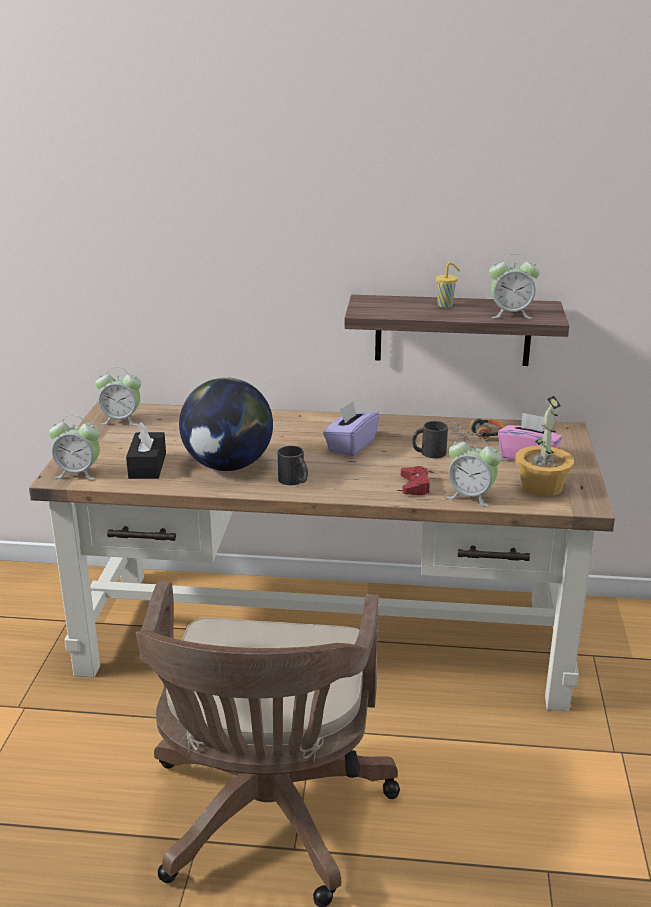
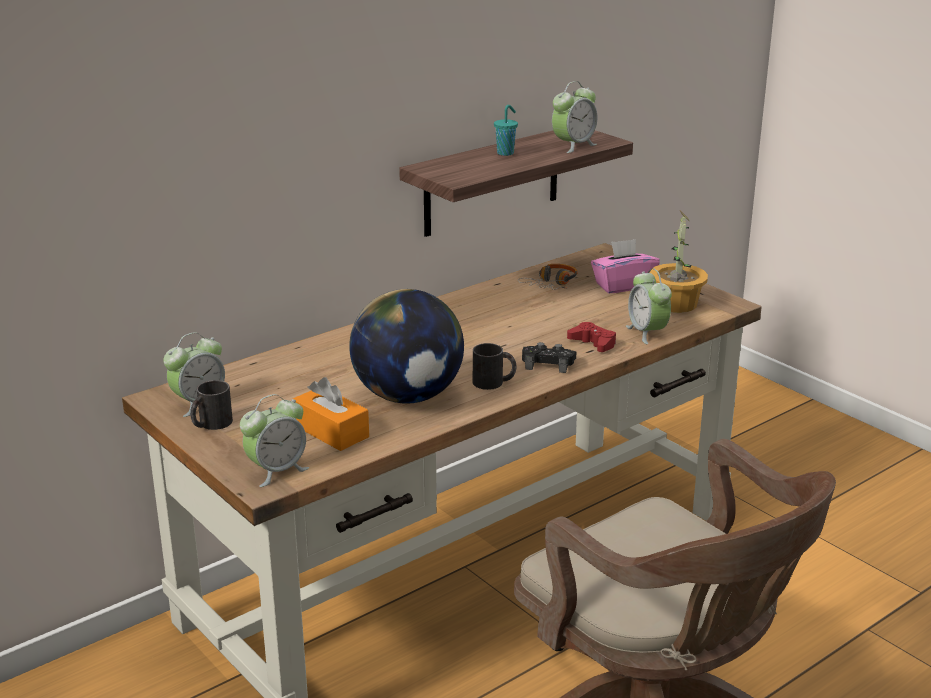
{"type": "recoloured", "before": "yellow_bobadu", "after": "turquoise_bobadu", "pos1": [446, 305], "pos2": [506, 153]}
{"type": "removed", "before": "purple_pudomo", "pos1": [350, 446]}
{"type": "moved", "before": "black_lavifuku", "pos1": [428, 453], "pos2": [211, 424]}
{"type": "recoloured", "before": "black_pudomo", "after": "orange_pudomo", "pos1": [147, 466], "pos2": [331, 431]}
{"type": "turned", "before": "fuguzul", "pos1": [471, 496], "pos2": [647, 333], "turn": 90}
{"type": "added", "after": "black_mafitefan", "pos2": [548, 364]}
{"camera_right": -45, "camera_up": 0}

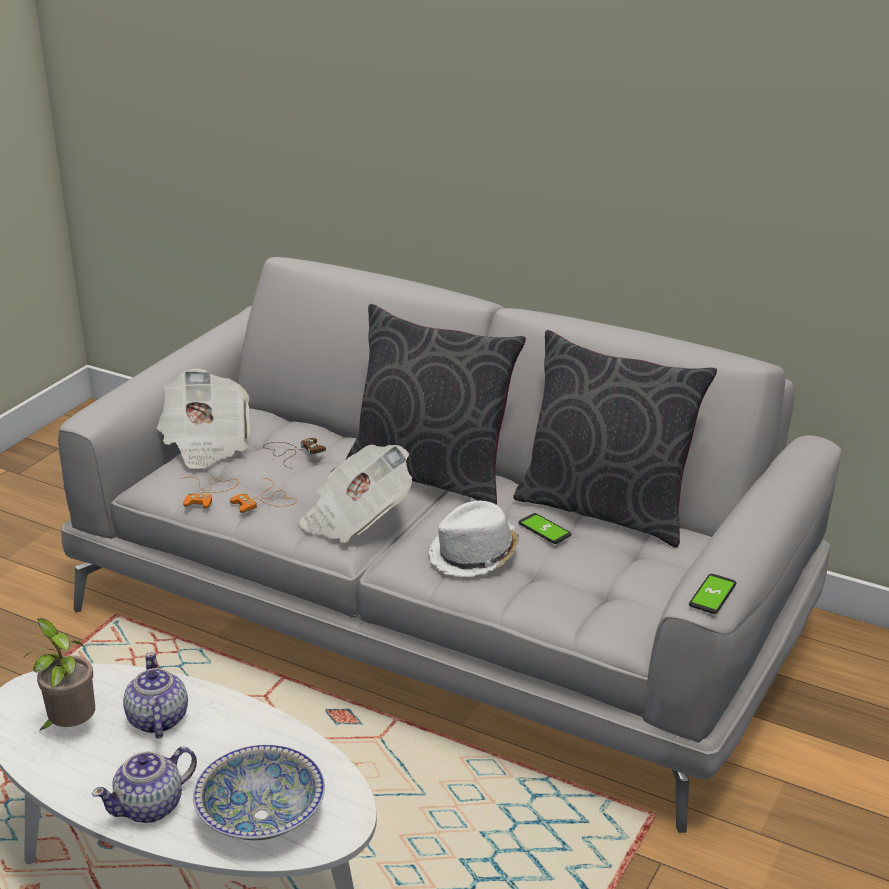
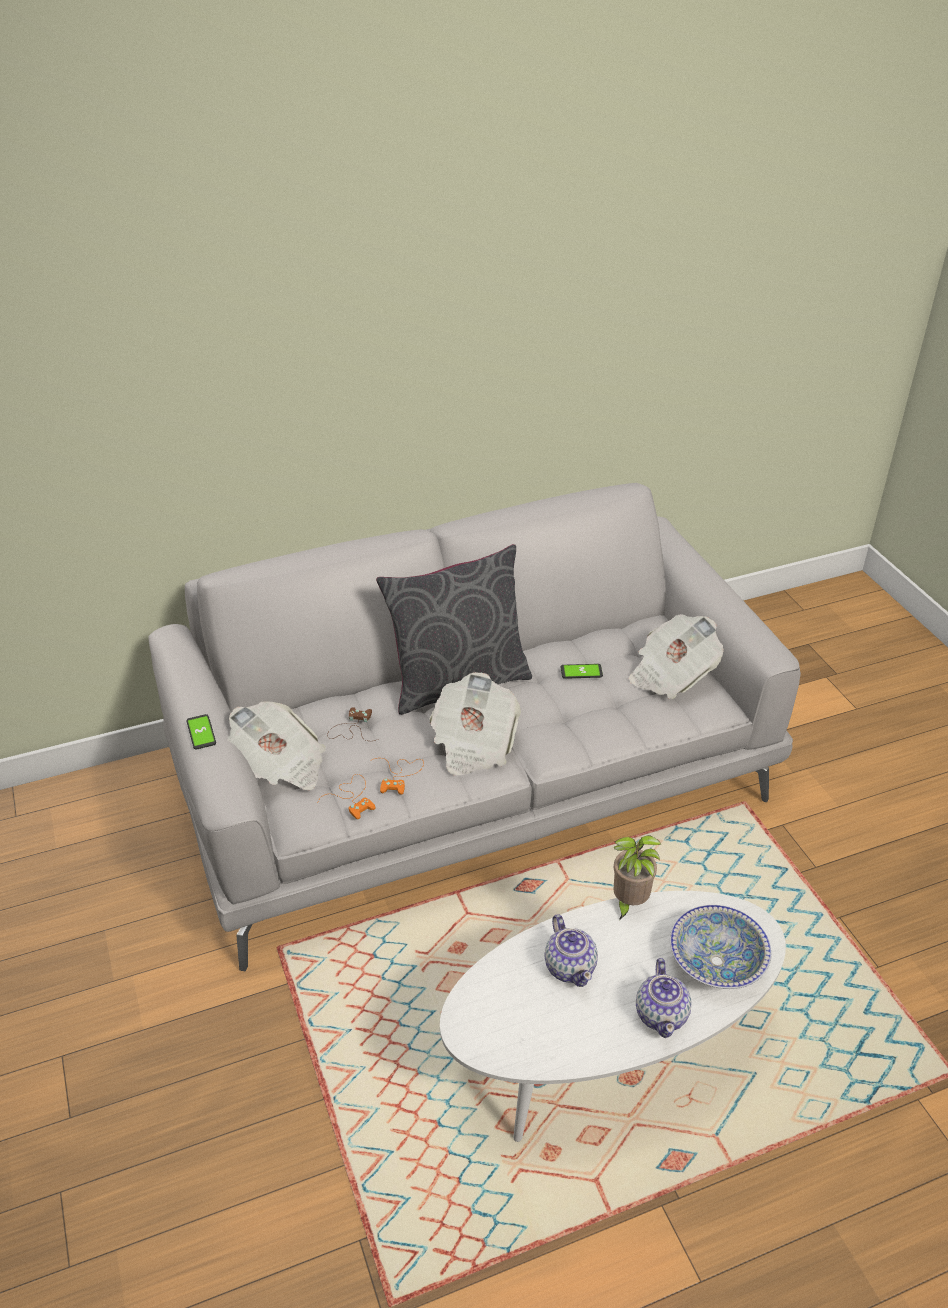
{"type": "removed", "before": "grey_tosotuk", "pos1": [605, 509]}
{"type": "removed", "before": "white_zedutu", "pos1": [474, 556]}
{"type": "moved", "before": "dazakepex", "pos1": [712, 595], "pos2": [201, 732]}
{"type": "moved", "before": "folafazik", "pos1": [70, 727], "pos2": [628, 903]}
{"type": "turned", "before": "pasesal", "pos1": [157, 720], "pos2": [570, 966], "turn": -135}
{"type": "added", "after": "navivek", "pos2": [671, 674]}
{"camera_right": -50, "camera_up": 10}

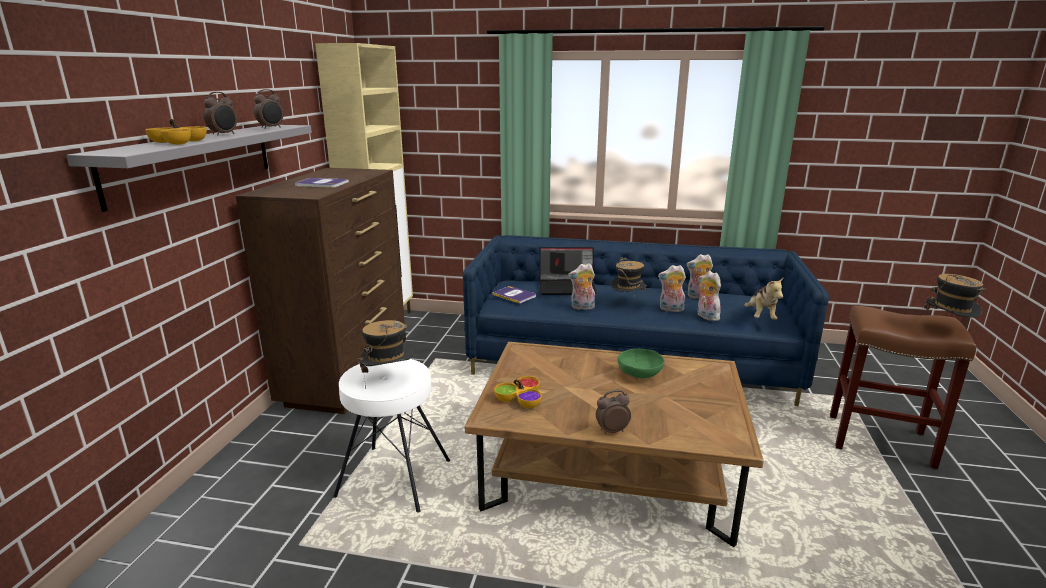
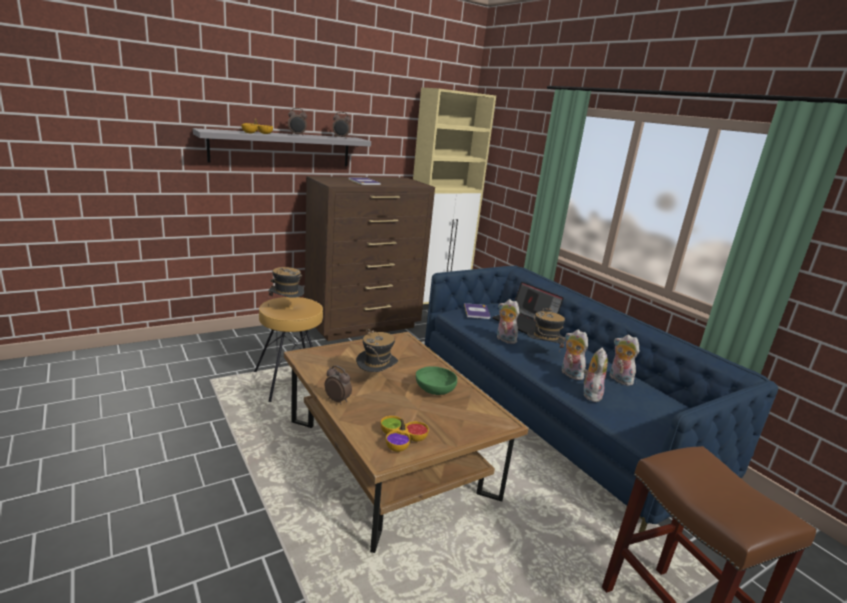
{"type": "moved", "before": "zedutu", "pos1": [946, 329], "pos2": [375, 380]}
{"type": "removed", "before": "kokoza", "pos1": [760, 316]}
{"type": "recoloured", "before": "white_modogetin", "after": "brown_modogetin", "pos1": [394, 478], "pos2": [290, 381]}
{"type": "moved", "before": "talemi", "pos1": [521, 399], "pos2": [401, 439]}
{"camera_right": 45, "camera_up": 0}

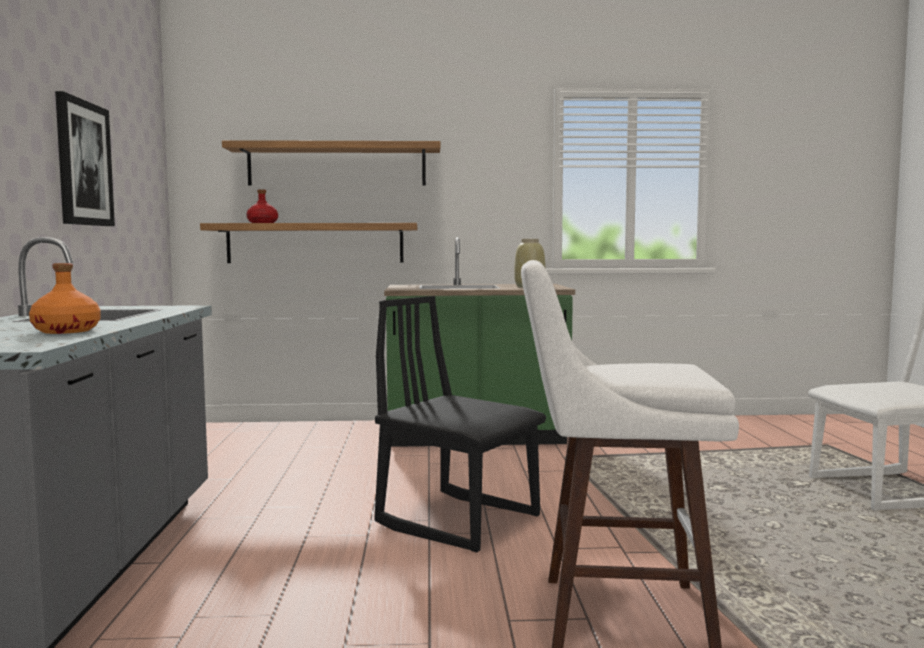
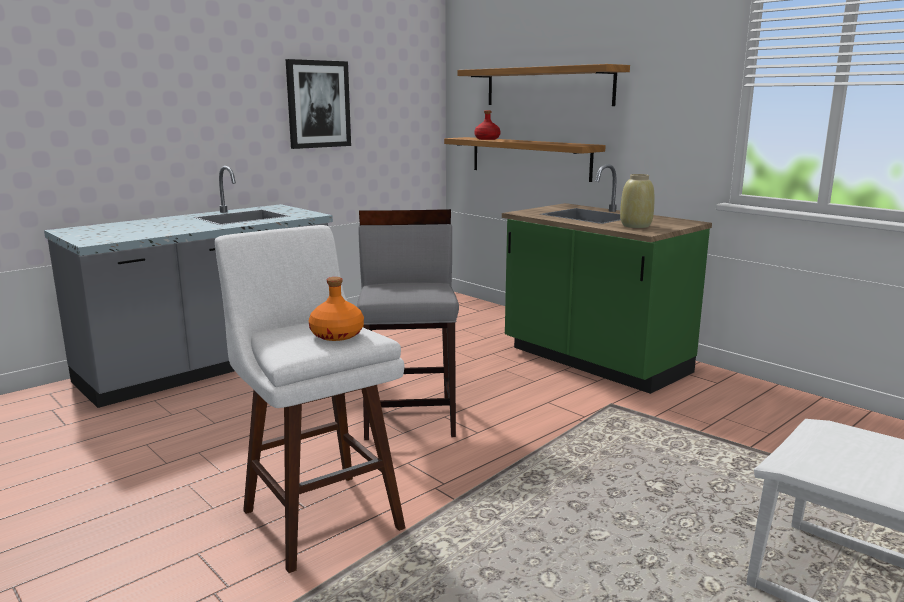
{"type": "moved", "before": "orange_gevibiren", "pos1": [66, 331], "pos2": [337, 335]}
{"type": "replaced", "before": "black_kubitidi", "after": "grey_modogetin", "pos1": [459, 520], "pos2": [410, 417]}
{"camera_right": 50, "camera_up": 10}

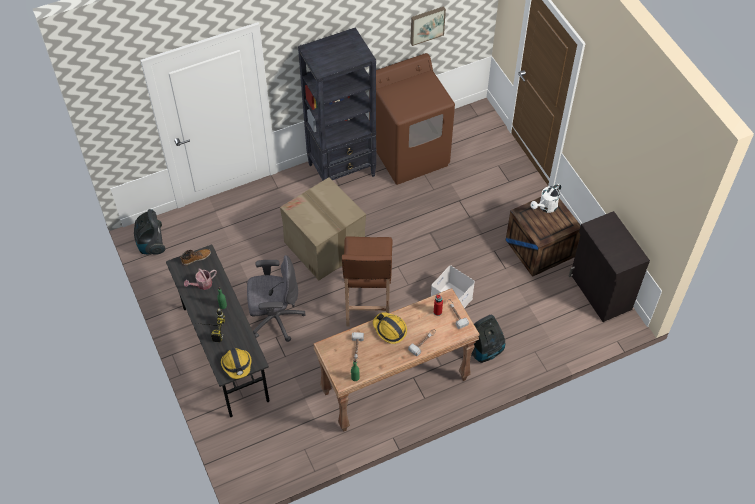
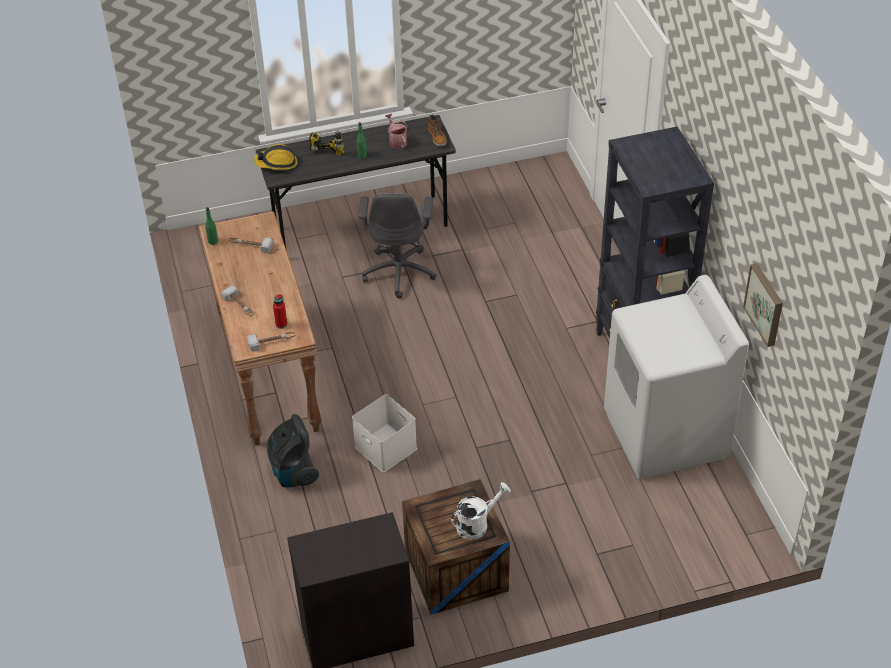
{"type": "recoloured", "before": "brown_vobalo", "after": "white_vobalo", "pos1": [410, 154], "pos2": [665, 435]}
{"type": "removed", "before": "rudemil", "pos1": [325, 246]}
{"type": "turned", "before": "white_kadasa", "pos1": [545, 207], "pos2": [477, 524], "turn": 90}
{"type": "removed", "before": "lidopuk", "pos1": [151, 244]}
{"type": "removed", "before": "brown_modogetin", "pos1": [368, 304]}
{"type": "removed", "before": "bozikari", "pos1": [389, 329]}
{"camera_right": 100, "camera_up": -10}

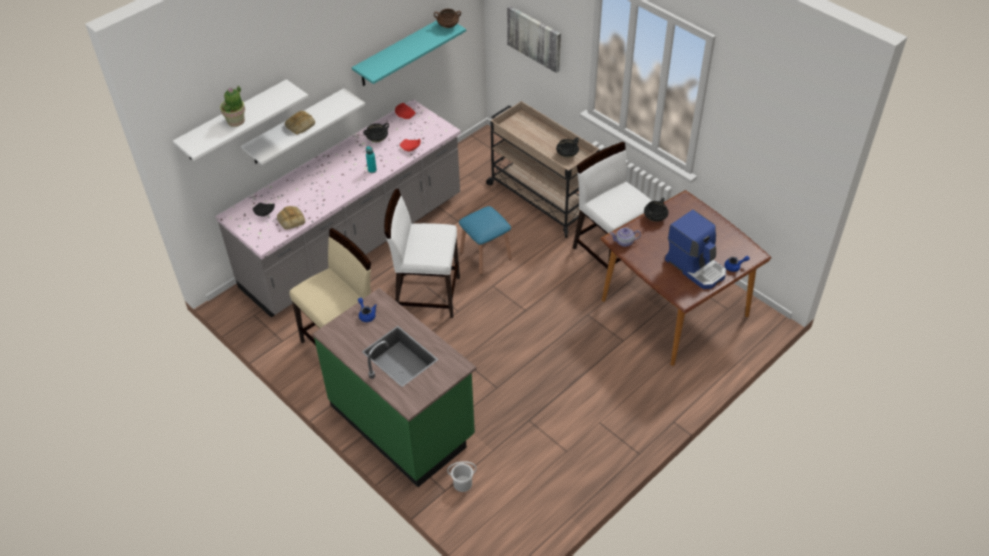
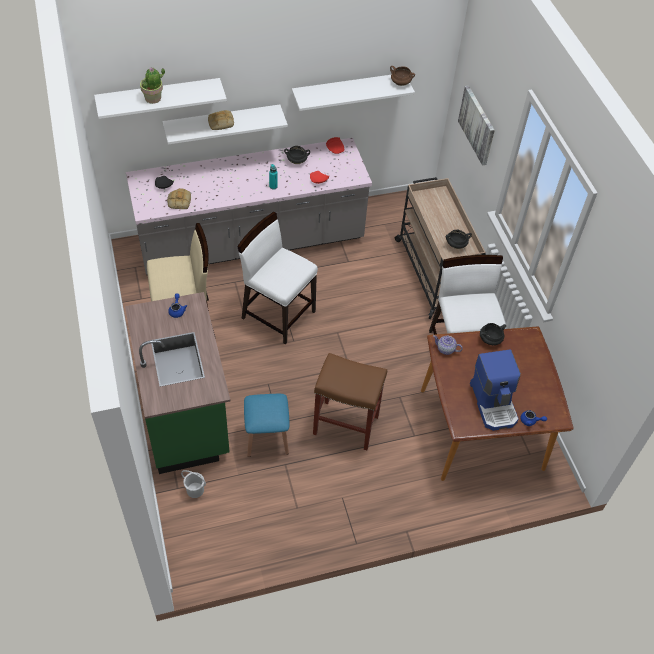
{"type": "recoloured", "before": "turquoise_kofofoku", "after": "white_kofofoku", "pos1": [400, 52], "pos2": [348, 91]}
{"type": "moved", "before": "blue_modogetin", "pos1": [485, 256], "pos2": [267, 438]}
{"type": "added", "after": "brown_modogetin", "pos2": [345, 425]}
{"camera_right": 25, "camera_up": 5}

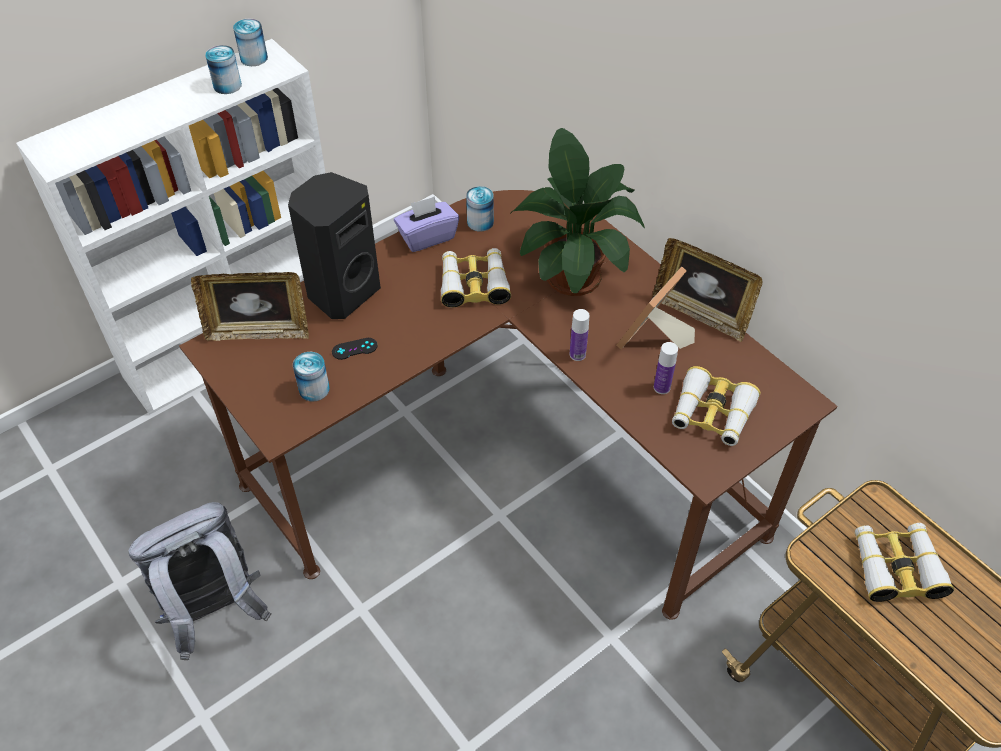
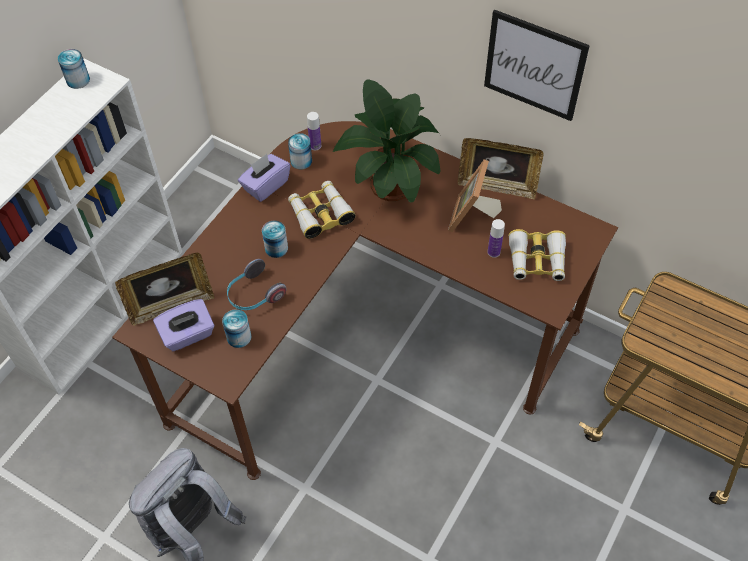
{"type": "moved", "before": "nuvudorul", "pos1": [227, 85], "pos2": [276, 248]}
{"type": "removed", "before": "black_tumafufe", "pos1": [342, 292]}
{"type": "moved", "before": "gevibiren", "pos1": [577, 354], "pos2": [315, 146]}
{"type": "replaced", "before": "black_mafitefan", "after": "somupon", "pos1": [354, 349], "pos2": [254, 295]}
{"type": "removed", "before": "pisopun", "pos1": [896, 567]}
{"type": "added", "after": "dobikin", "pos2": [534, 65]}
{"type": "added", "after": "purple_pudomo", "pos2": [188, 335]}
{"camera_right": -20, "camera_up": 5}

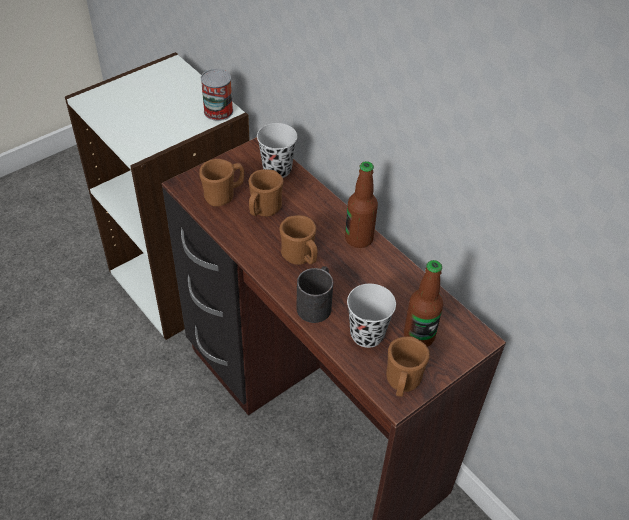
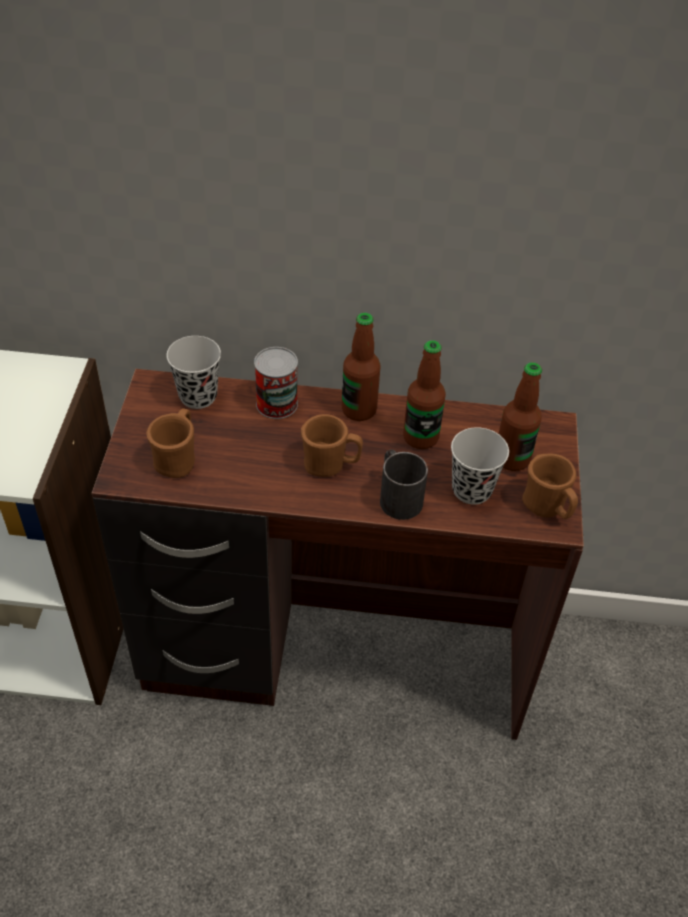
{"type": "moved", "before": "nuvudorul", "pos1": [218, 111], "pos2": [277, 404]}
{"type": "removed", "before": "brown_lavifuku", "pos1": [263, 210]}
{"type": "added", "after": "gevibiren", "pos2": [420, 437]}
{"camera_right": -45, "camera_up": 0}

